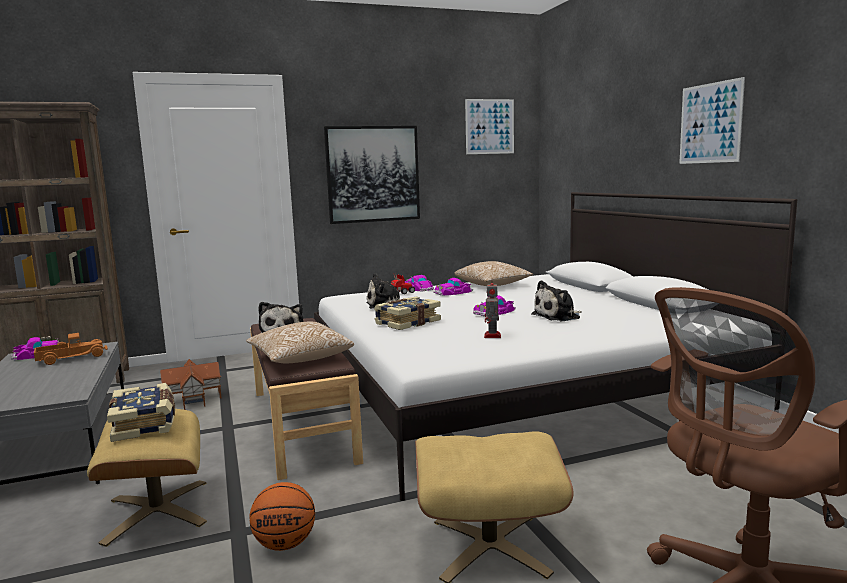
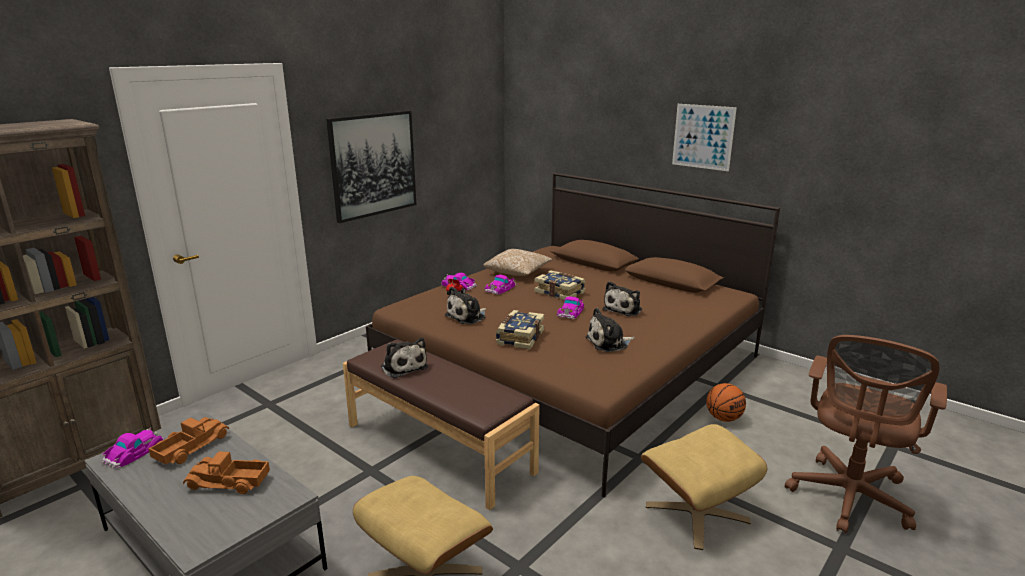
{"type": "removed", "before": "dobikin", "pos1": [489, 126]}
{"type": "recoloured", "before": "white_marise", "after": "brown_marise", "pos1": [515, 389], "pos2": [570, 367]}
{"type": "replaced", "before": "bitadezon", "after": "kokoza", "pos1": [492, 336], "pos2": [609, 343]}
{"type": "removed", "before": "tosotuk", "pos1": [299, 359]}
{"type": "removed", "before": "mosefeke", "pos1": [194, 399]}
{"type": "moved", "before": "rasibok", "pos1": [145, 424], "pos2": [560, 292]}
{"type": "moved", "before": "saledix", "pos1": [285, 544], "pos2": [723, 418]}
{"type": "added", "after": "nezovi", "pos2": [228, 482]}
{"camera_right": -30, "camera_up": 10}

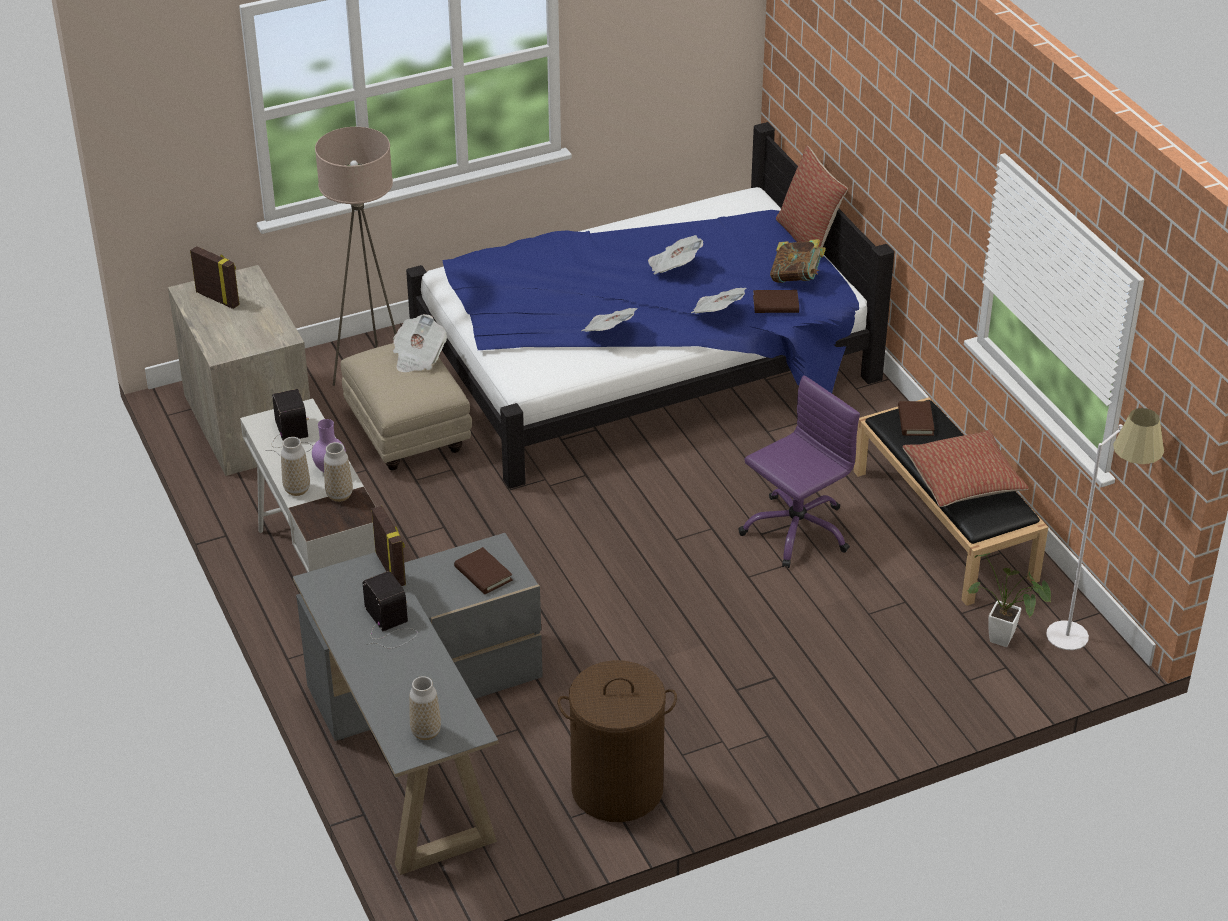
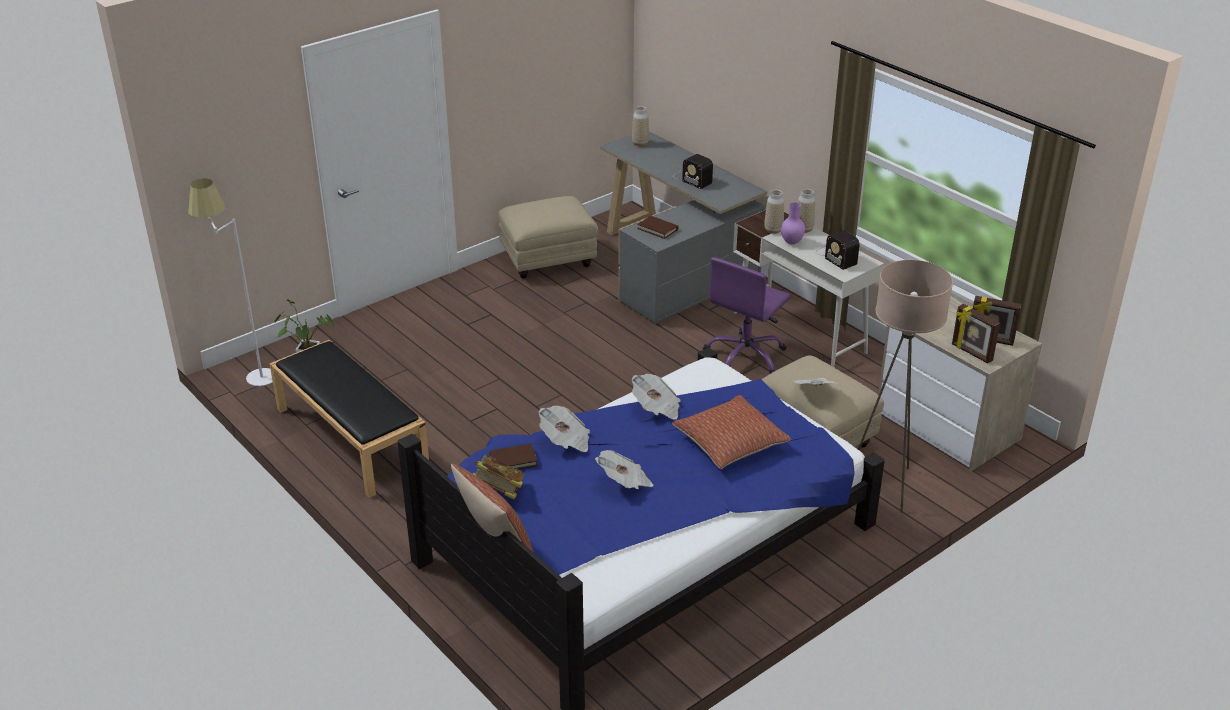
{"type": "moved", "before": "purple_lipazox", "pos1": [796, 530], "pos2": [745, 357]}
{"type": "removed", "before": "brown_rasibok", "pos1": [915, 421]}
{"type": "moved", "before": "tosotuk", "pos1": [963, 481], "pos2": [730, 443]}
{"type": "moved", "before": "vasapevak", "pos1": [391, 569], "pos2": [971, 353]}
{"type": "replaced", "before": "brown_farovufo", "after": "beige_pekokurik", "pos1": [617, 789], "pos2": [549, 260]}
{"camera_right": 165, "camera_up": -5}

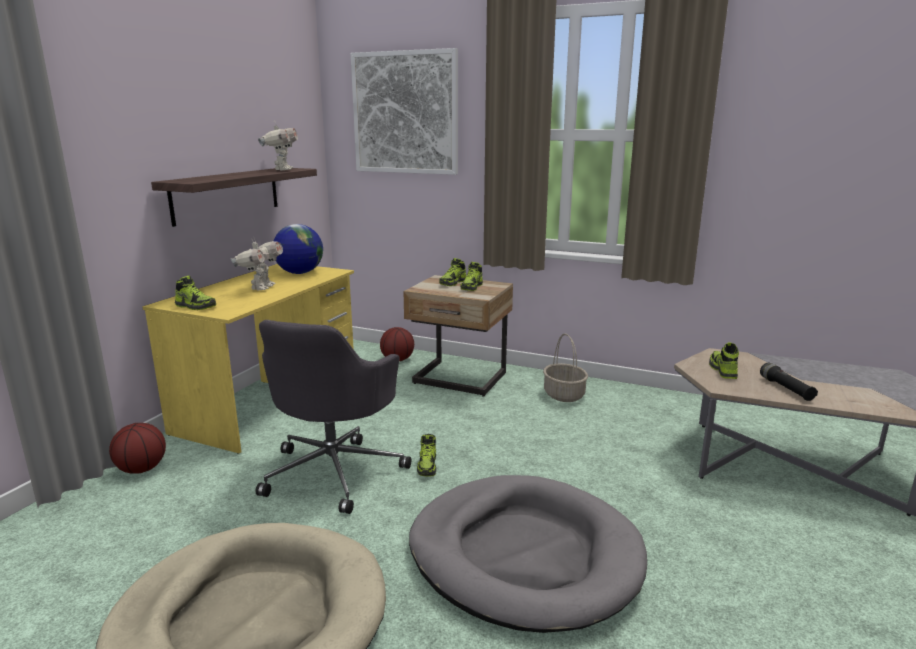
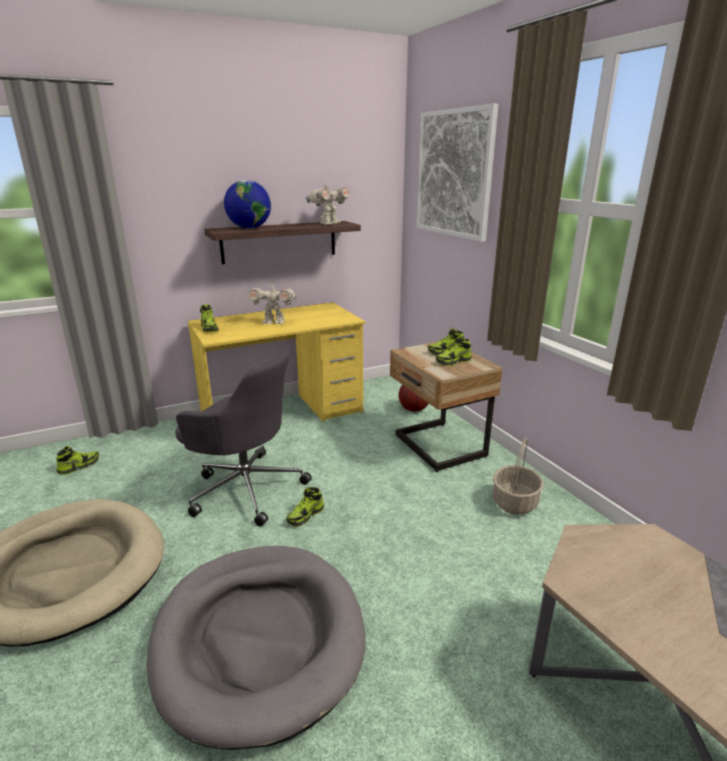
{"type": "moved", "before": "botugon", "pos1": [299, 273], "pos2": [249, 228]}
{"type": "turned", "before": "bitadezon", "pos1": [261, 288], "pos2": [274, 322], "turn": 45}
{"type": "turned", "before": "grey_lipazox", "pos1": [335, 471], "pos2": [246, 487], "turn": -120}
{"type": "moved", "before": "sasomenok", "pos1": [722, 370], "pos2": [79, 466]}
{"type": "removed", "before": "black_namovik", "pos1": [786, 389]}
{"type": "removed", "before": "saledix", "pos1": [141, 469]}
{"camera_right": 40, "camera_up": 5}

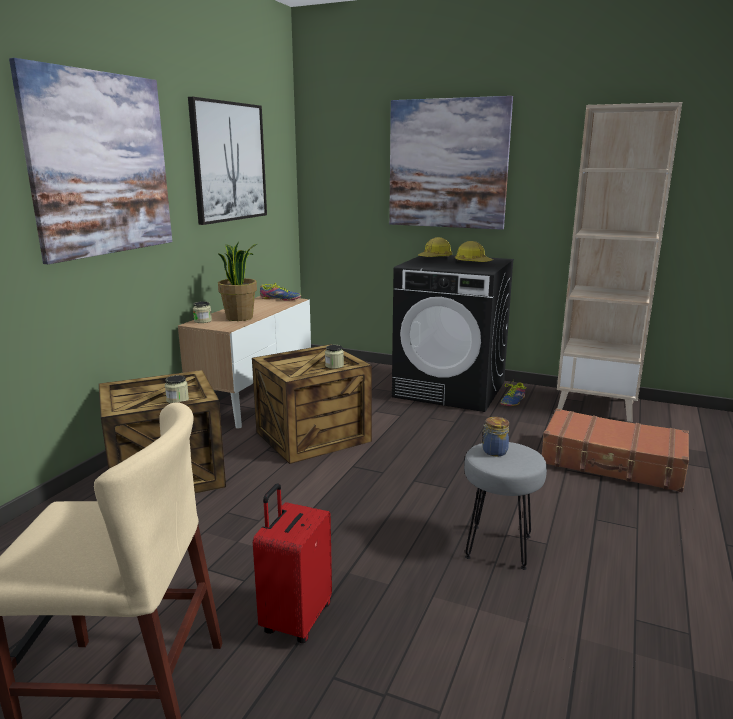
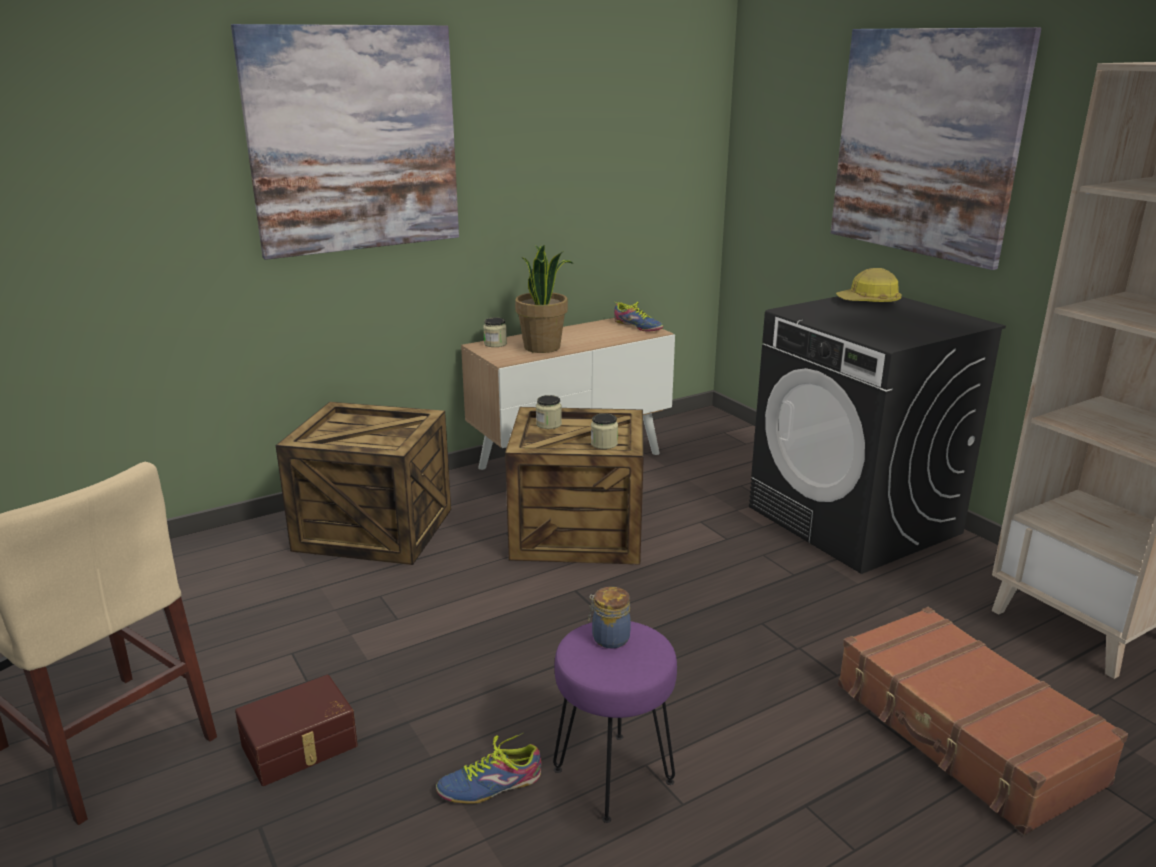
{"type": "removed", "before": "dobikin", "pos1": [229, 162]}
{"type": "removed", "before": "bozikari", "pos1": [472, 262]}
{"type": "moved", "before": "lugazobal", "pos1": [177, 400], "pos2": [548, 424]}
{"type": "moved", "before": "sasomenok", "pos1": [513, 401], "pos2": [491, 785]}
{"type": "recoloured", "before": "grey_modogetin", "after": "purple_modogetin", "pos1": [499, 546], "pos2": [615, 776]}
{"type": "replaced", "before": "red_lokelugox", "after": "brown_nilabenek", "pos1": [295, 619], "pos2": [300, 746]}
{"camera_right": 35, "camera_up": 5}

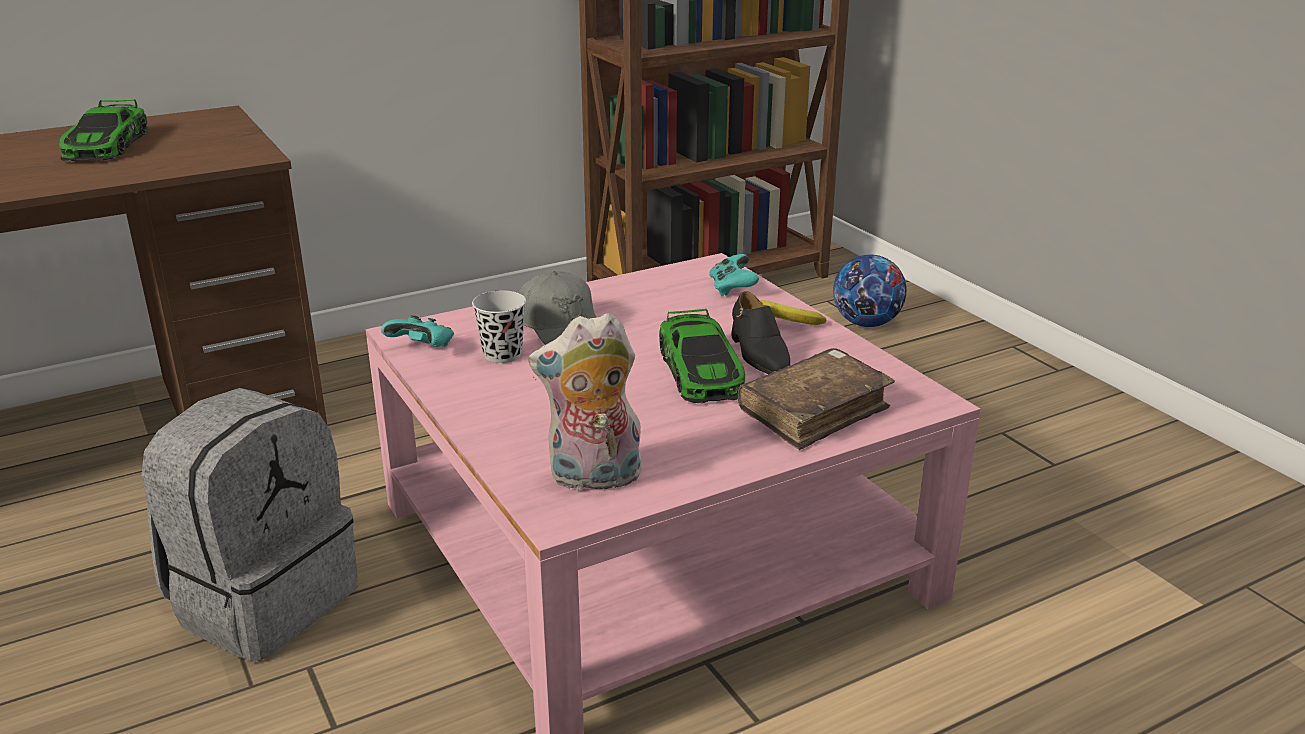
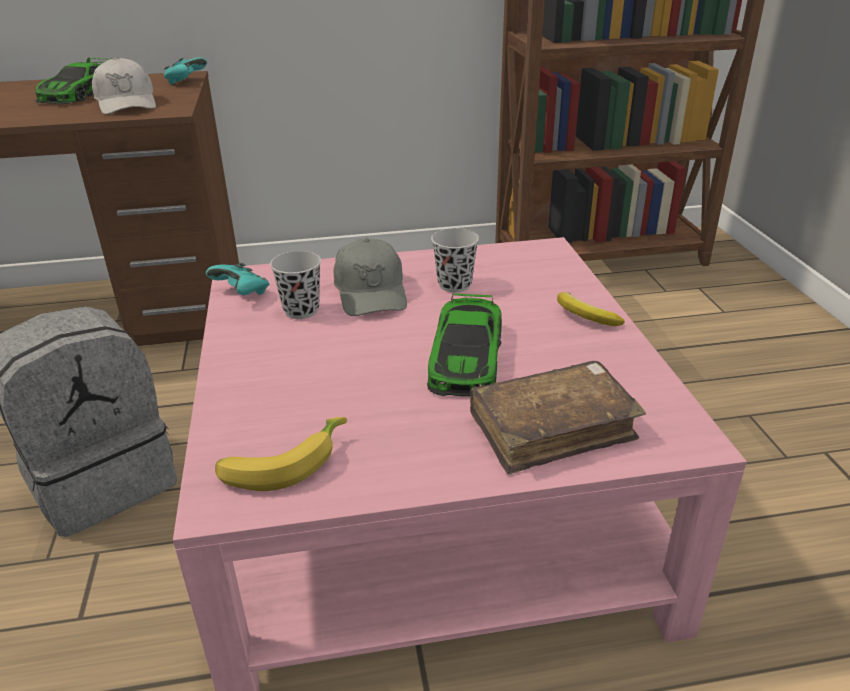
{"type": "moved", "before": "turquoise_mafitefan", "pos1": [732, 288], "pos2": [186, 82]}
{"type": "removed", "before": "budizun", "pos1": [866, 323]}
{"type": "removed", "before": "black_sasomenok", "pos1": [758, 354]}
{"type": "replaced", "before": "kokoza", "after": "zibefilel", "pos1": [593, 479], "pos2": [283, 463]}
{"type": "added", "after": "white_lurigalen", "pos2": [127, 103]}
{"type": "added", "after": "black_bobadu", "pos2": [454, 285]}
{"camera_right": 20, "camera_up": 5}

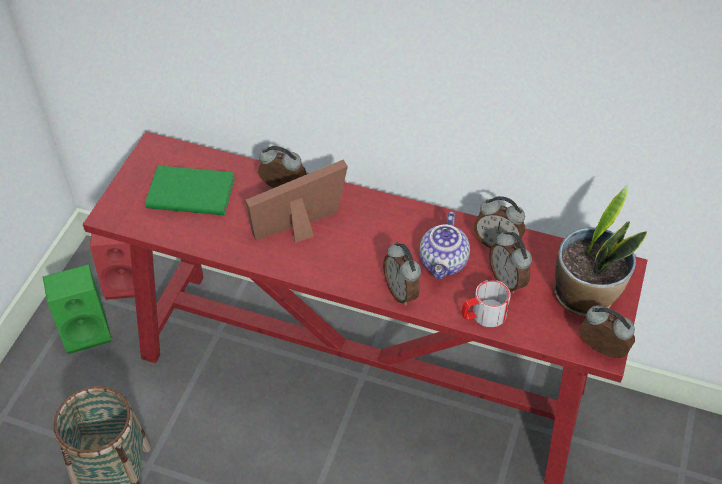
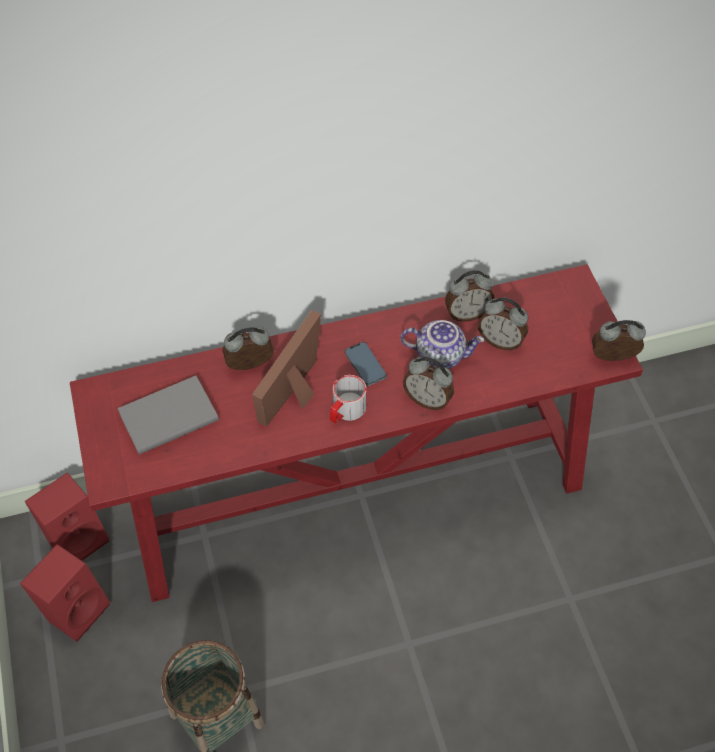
{"type": "recoloured", "before": "green_rasibok", "after": "grey_rasibok", "pos1": [190, 192], "pos2": [167, 416]}
{"type": "removed", "before": "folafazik", "pos1": [585, 295]}
{"type": "turned", "before": "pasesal", "pos1": [444, 263], "pos2": [440, 355], "turn": -60}
{"type": "recoloured", "before": "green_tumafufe", "after": "red_tumafufe", "pos1": [87, 330], "pos2": [76, 608]}
{"type": "moved", "before": "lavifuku", "pos1": [483, 315], "pos2": [345, 411]}
{"type": "added", "after": "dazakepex", "pos2": [365, 365]}
{"camera_right": -35, "camera_up": 5}

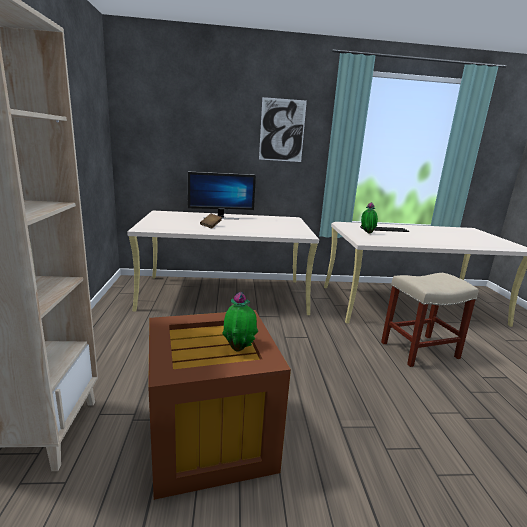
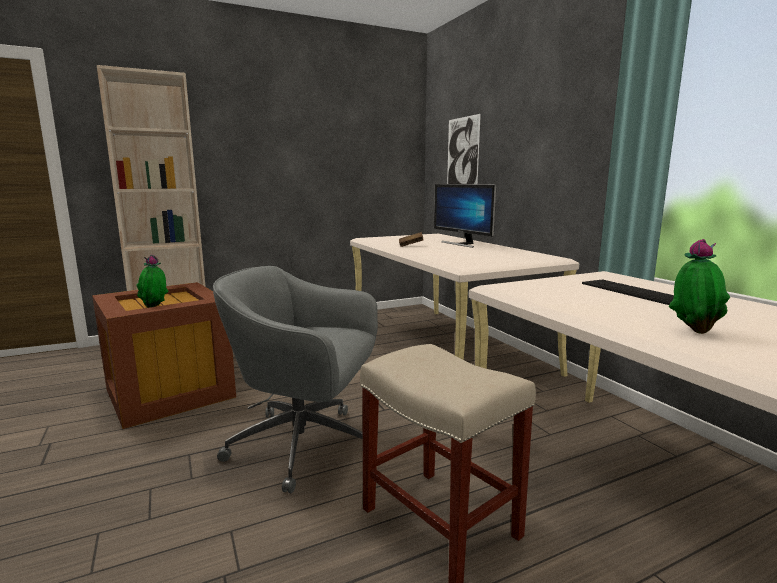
{"type": "moved", "before": "dobikin", "pos1": [282, 130], "pos2": [462, 155]}
{"type": "moved", "before": "folafazik", "pos1": [367, 233], "pos2": [693, 331]}
{"type": "added", "after": "grey_lipazox", "pos2": [305, 445]}
{"camera_right": 70, "camera_up": -5}

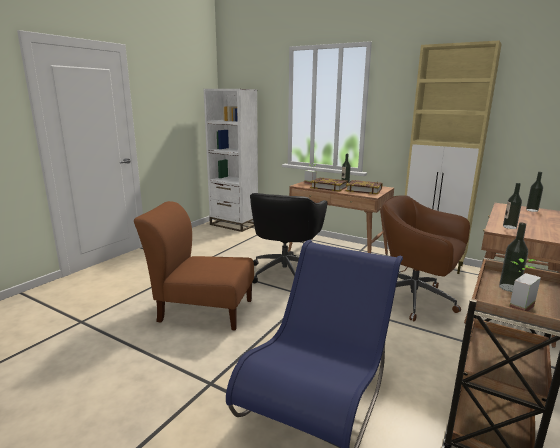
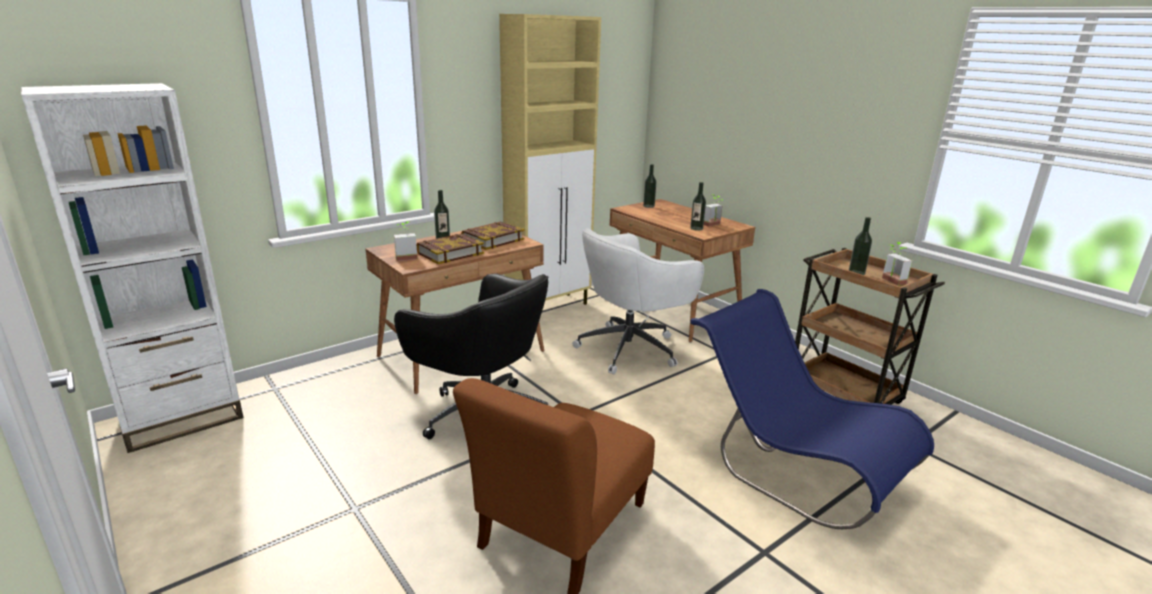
{"type": "recoloured", "before": "brown_lipazox", "after": "white_lipazox", "pos1": [416, 300], "pos2": [631, 348]}
{"type": "added", "after": "folafazik", "pos2": [714, 225]}
{"camera_right": -70, "camera_up": 5}

